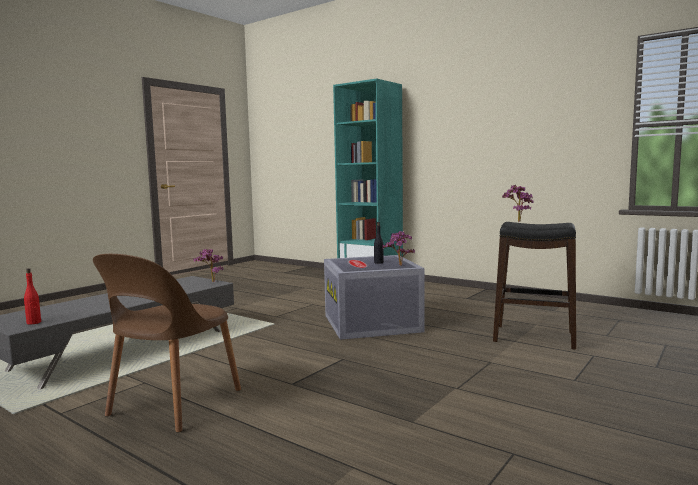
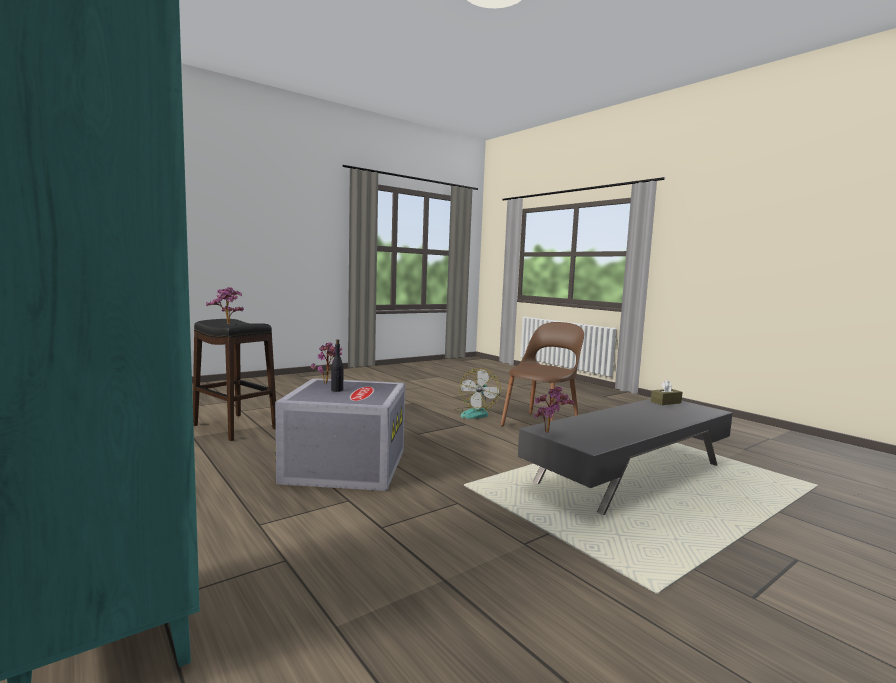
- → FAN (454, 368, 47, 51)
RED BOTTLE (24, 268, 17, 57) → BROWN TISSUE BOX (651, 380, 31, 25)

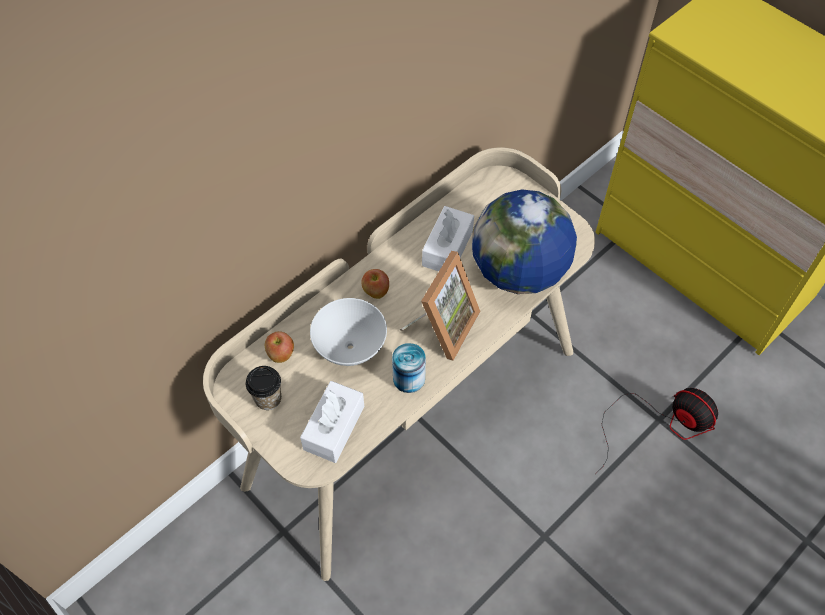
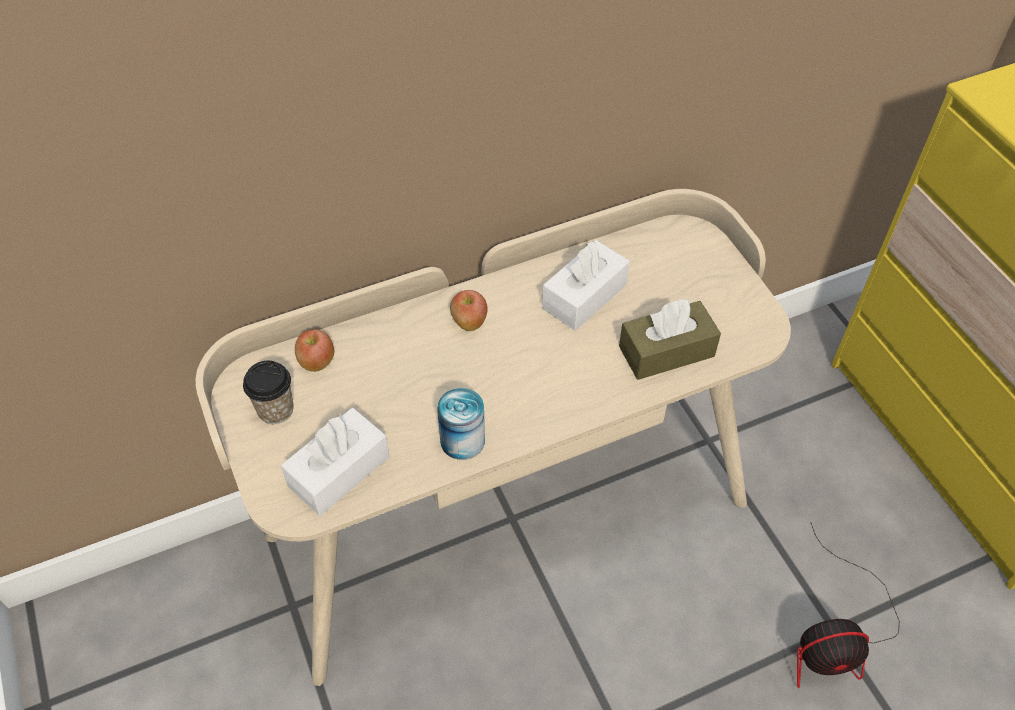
GLOBE (472, 189, 105, 105) → BROWN TISSUE BOX (619, 299, 102, 81)
FAN (595, 388, 123, 86) → FAN (797, 522, 103, 166), 105 degrees clockwise
WHITE BOWL (310, 298, 77, 68) → -
PICTURE FRAME (400, 251, 81, 110) → -

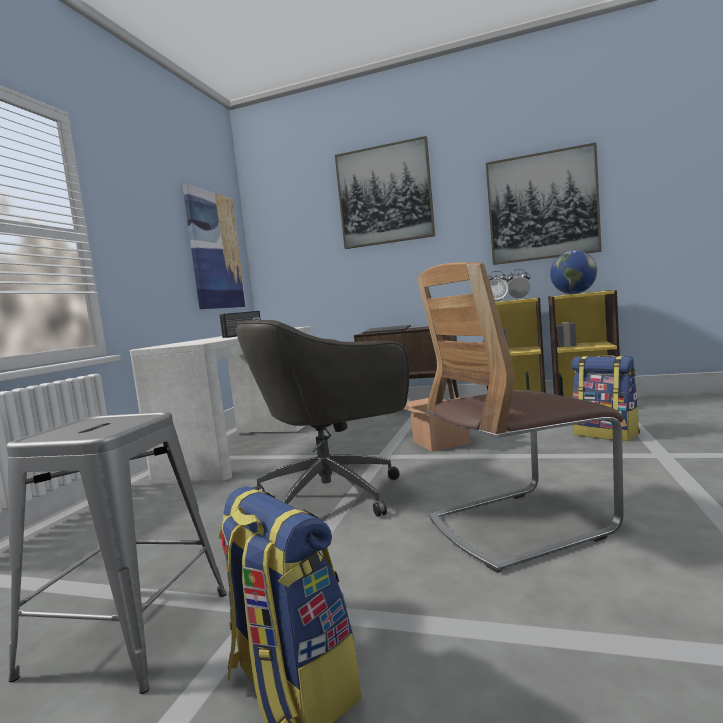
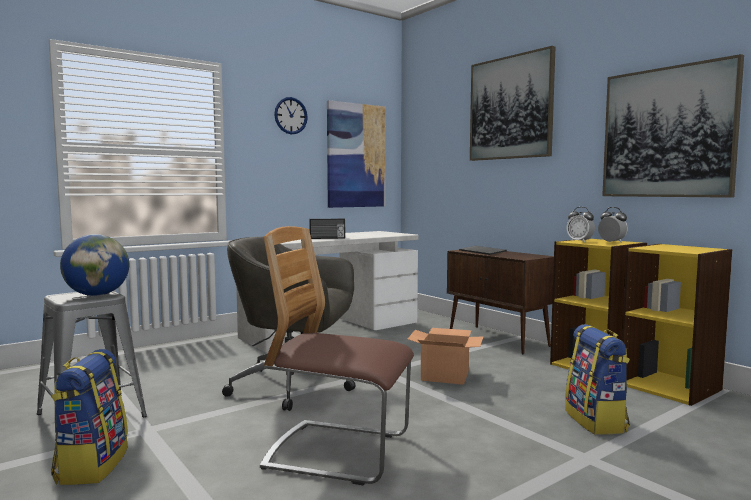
GLOBE (550, 250, 47, 44) → GLOBE (60, 234, 69, 62), moved
- → WALL CLOCK (274, 97, 34, 37)

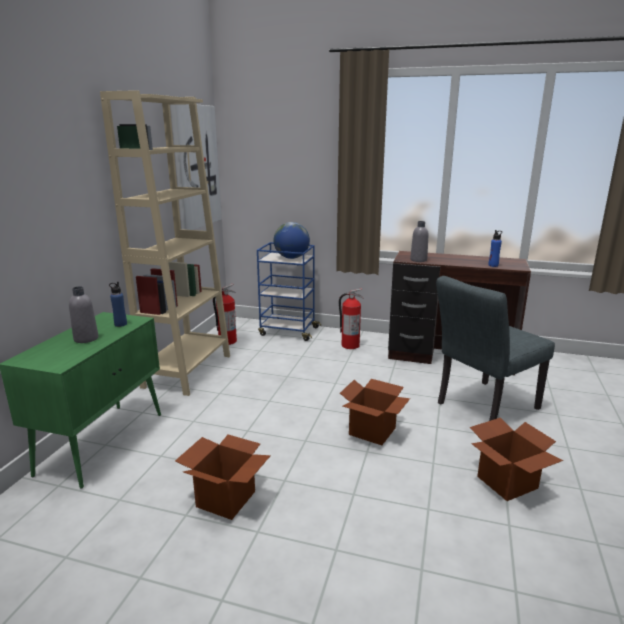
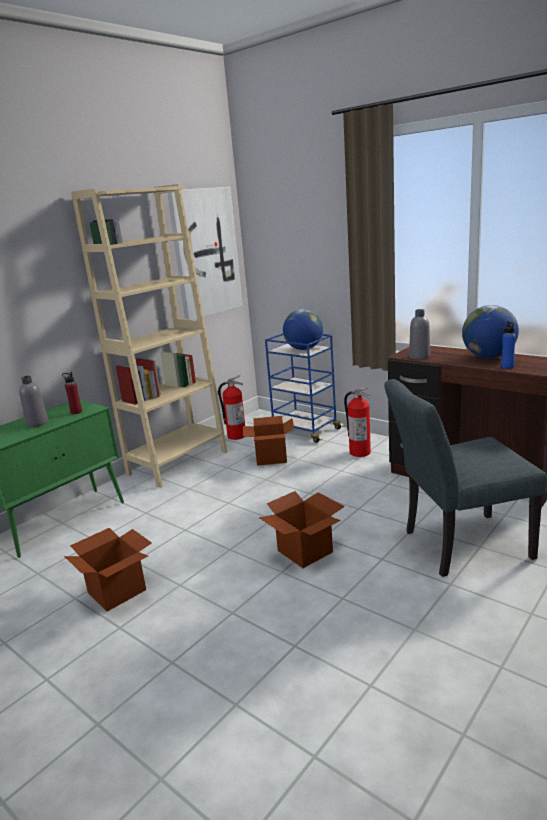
BLUE BOTTLE (109, 282, 18, 45) → RED BOTTLE (62, 372, 20, 42)
CARDBOARD BOX (470, 418, 93, 83) → CARDBOARD BOX (243, 416, 51, 50), moved
- → GLOBE (462, 305, 57, 53)

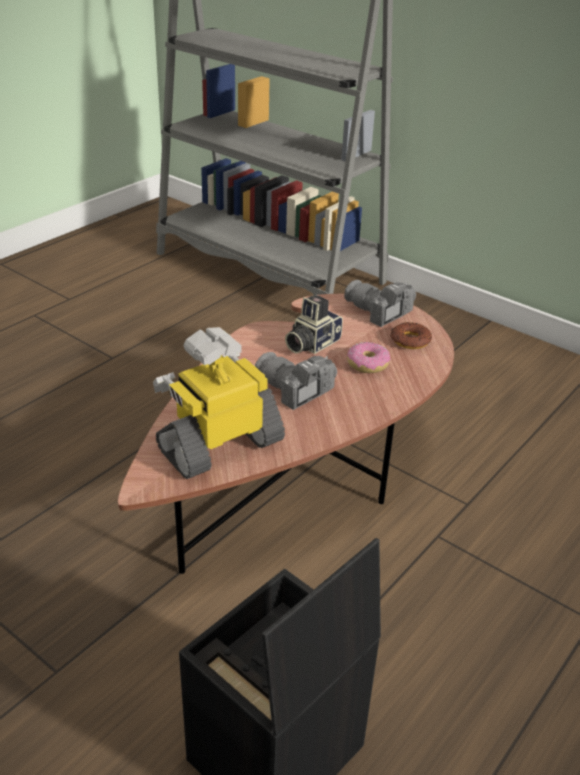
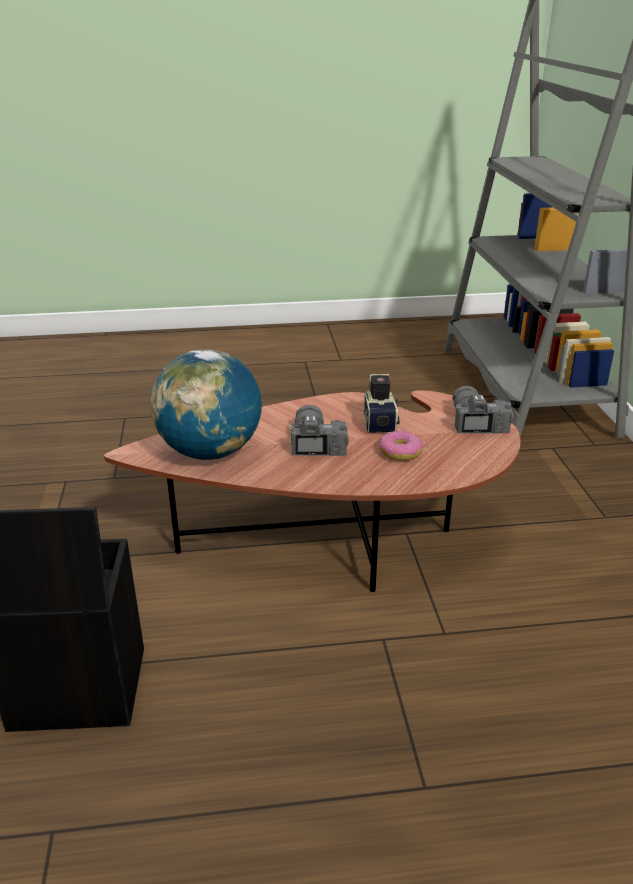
TOY ROBOT (153, 327, 132, 152) → GLOBE (151, 349, 111, 111)
PHOTO CAMERA (285, 295, 58, 59) → PHOTO CAMERA (364, 374, 36, 59), 90 degrees clockwise
DONUT (391, 322, 41, 27) → -

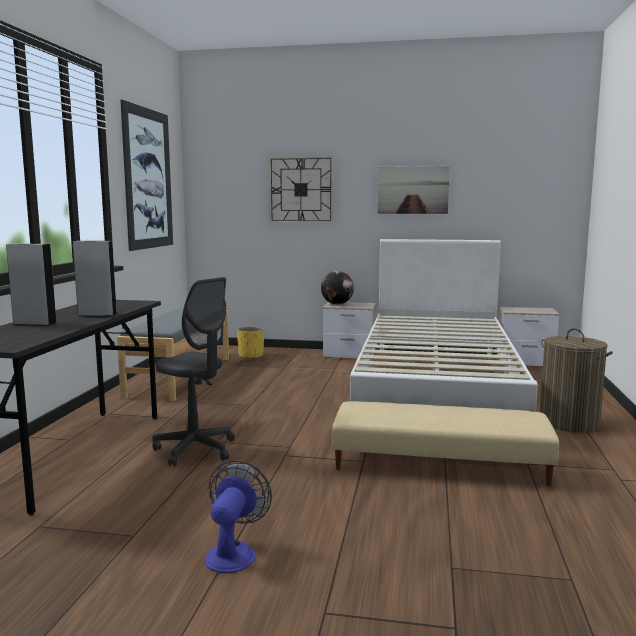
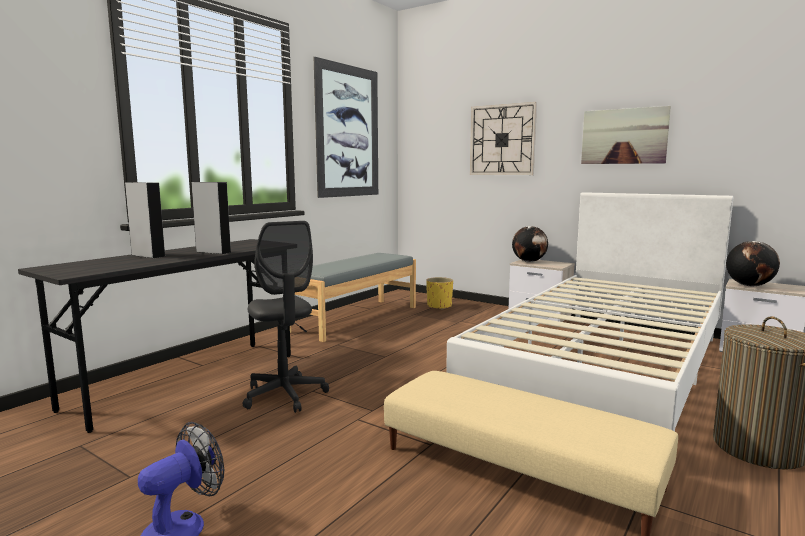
- → GLOBE (726, 241, 54, 45)

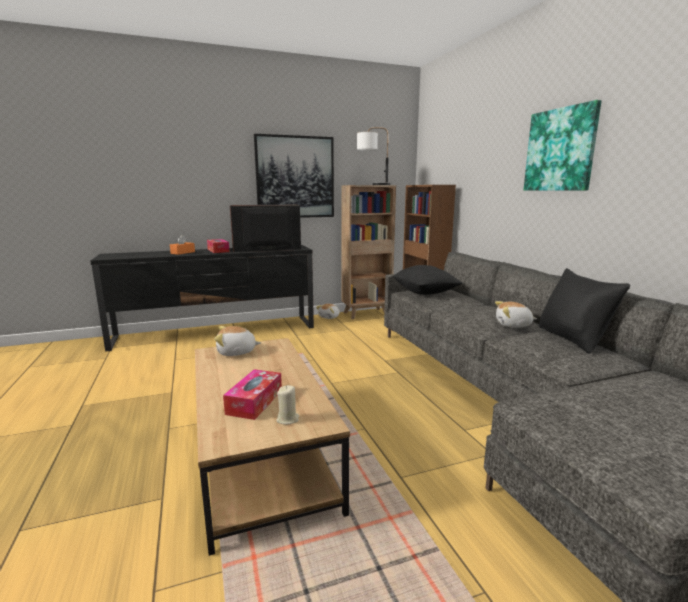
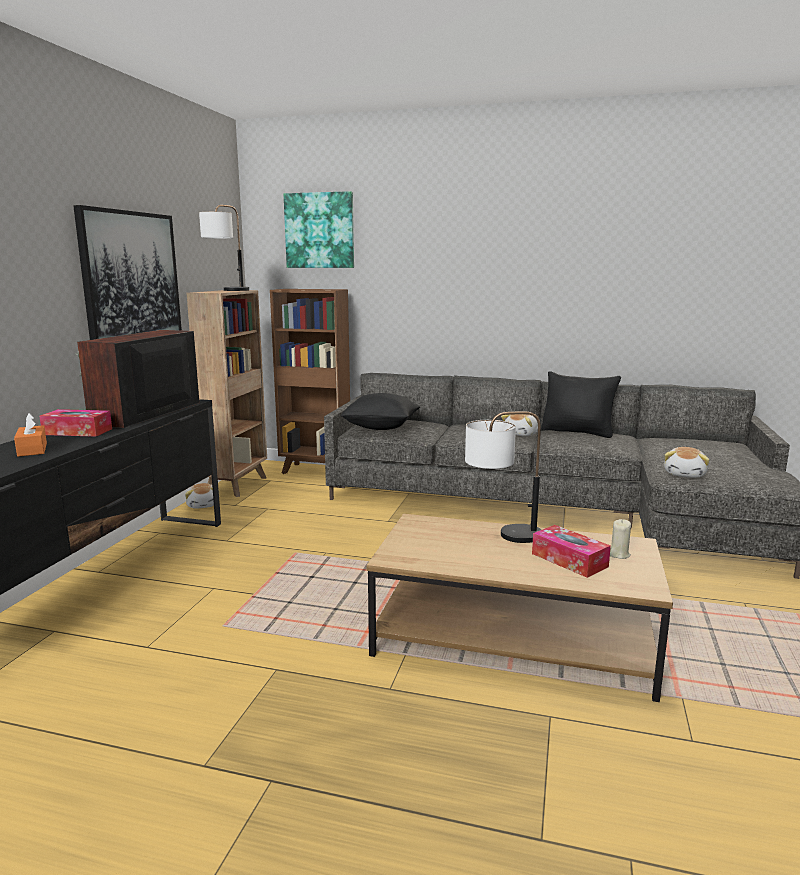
PICTURE (524, 100, 78, 91) → PICTURE (284, 191, 70, 77), moved
- → TABLE LAMP (465, 411, 76, 132)
PLUSH TOY (214, 326, 47, 30) → PLUSH TOY (664, 447, 45, 31), moved

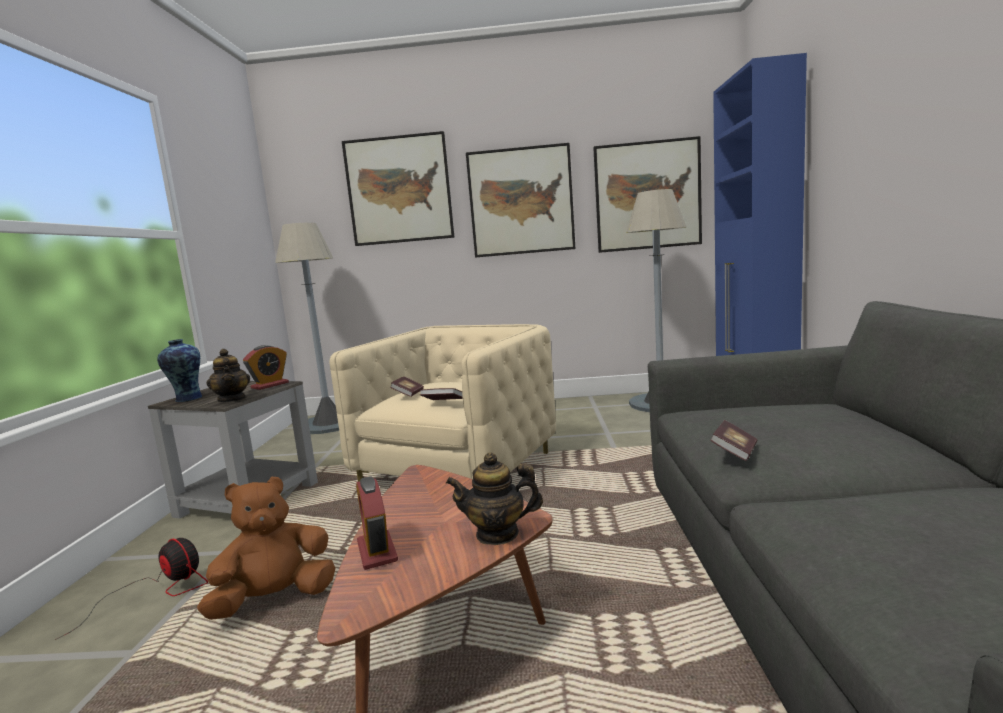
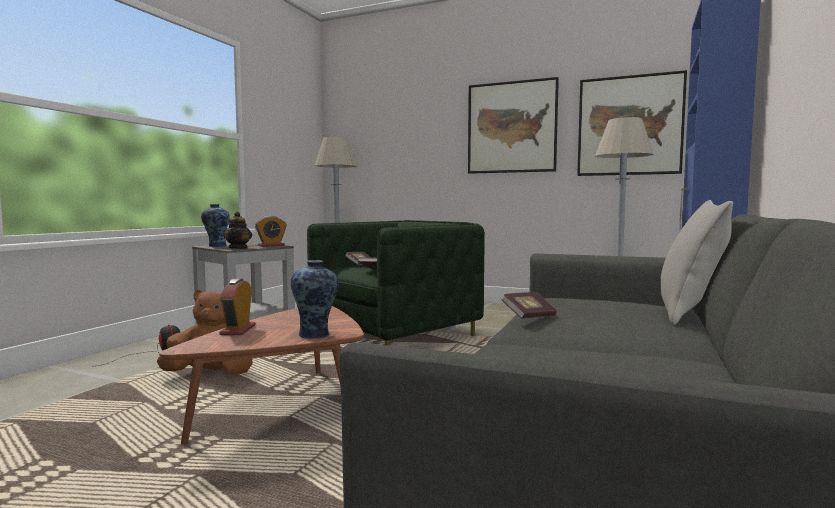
TEAPOT (446, 452, 97, 93) → VASE (291, 260, 48, 79)
BEIGE ARMCHAIR (329, 324, 227, 158) → GREEN ARMCHAIR (307, 220, 178, 126)
- → GREY PILLOW (660, 200, 73, 125)
PICTURE (342, 131, 112, 115) → -

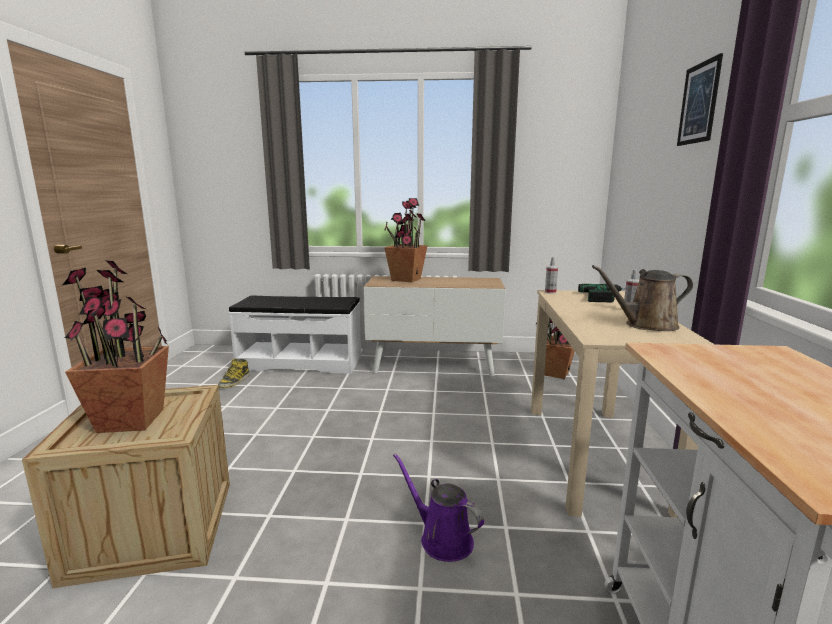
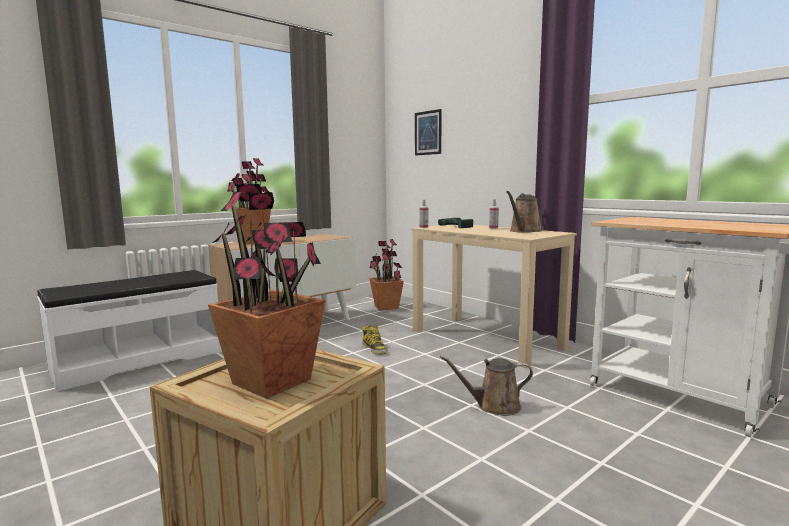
BOOT (218, 359, 32, 29) → BOOT (362, 325, 26, 30), moved
PICTURE (677, 53, 46, 93) → PICTURE (415, 109, 27, 47), moved
PURPLE WATERING CAN (393, 453, 91, 109) → BROWN WATERING CAN (440, 356, 93, 60)

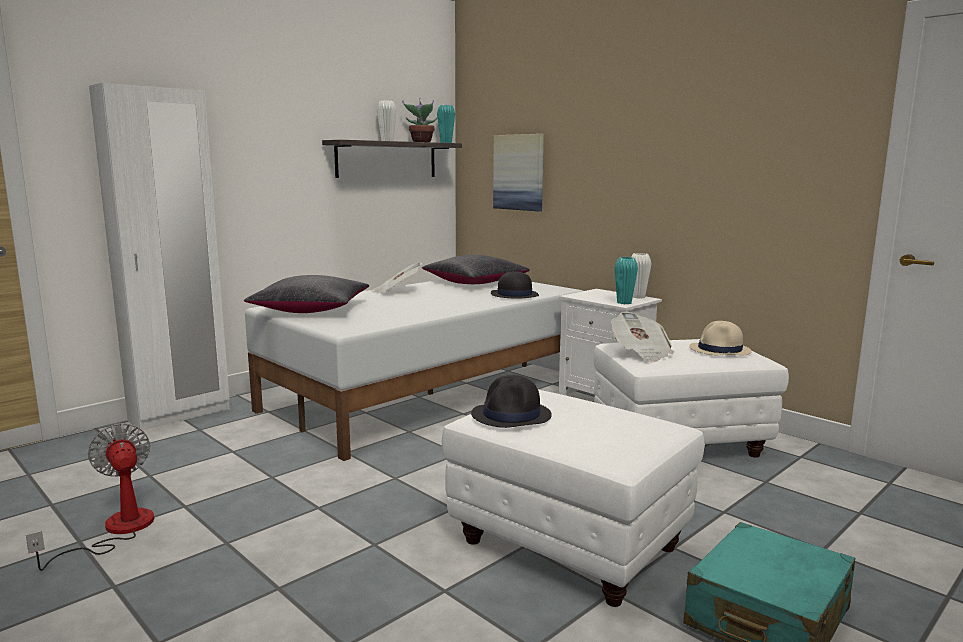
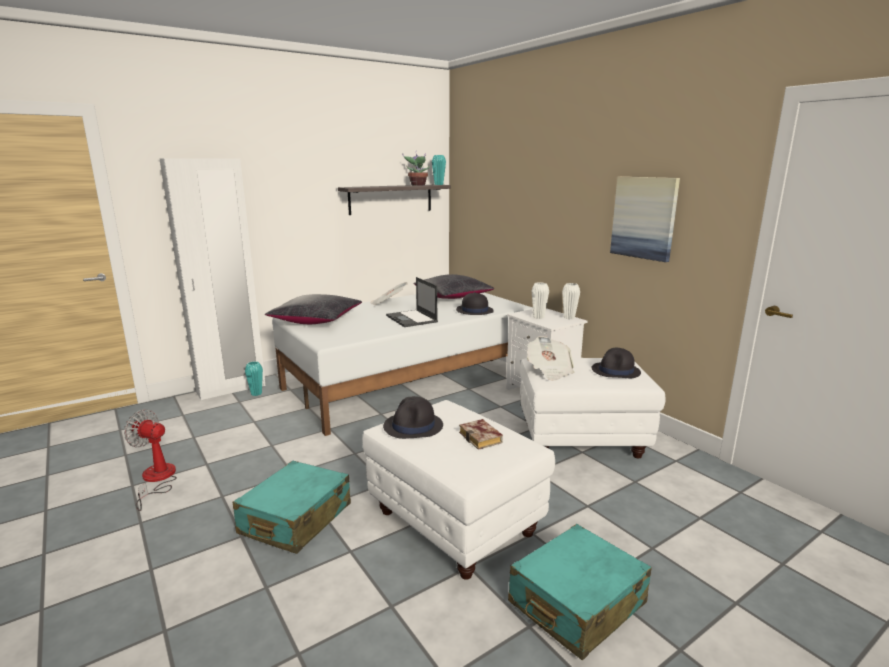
FAN (26, 423, 128, 148) → FAN (124, 409, 53, 102), 45 degrees counterclockwise
- → TURQUOISE SUITCASE (233, 461, 118, 93)
TURQUOISE VASE (614, 257, 24, 47) → TURQUOISE VASE (245, 361, 18, 35), moved
- → LAPTOP (386, 277, 52, 50)
- → BOOK (459, 419, 44, 31)
WHITE VASE (377, 100, 20, 41) → WHITE VASE (532, 282, 17, 37), moved
BEIGE HAT (689, 321, 63, 34) → BLACK HAT (592, 348, 49, 30)
PICTURE (493, 134, 51, 77) → PICTURE (610, 176, 70, 86), moved

